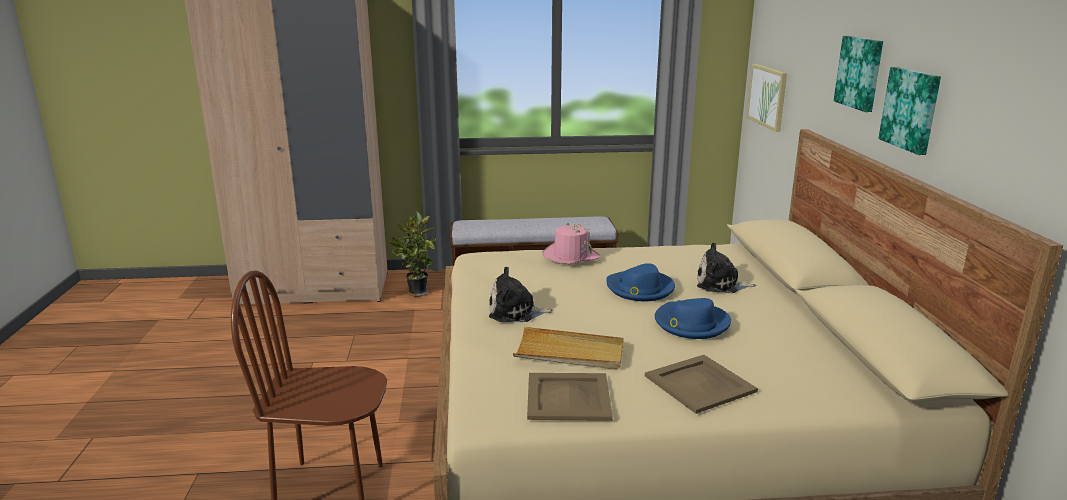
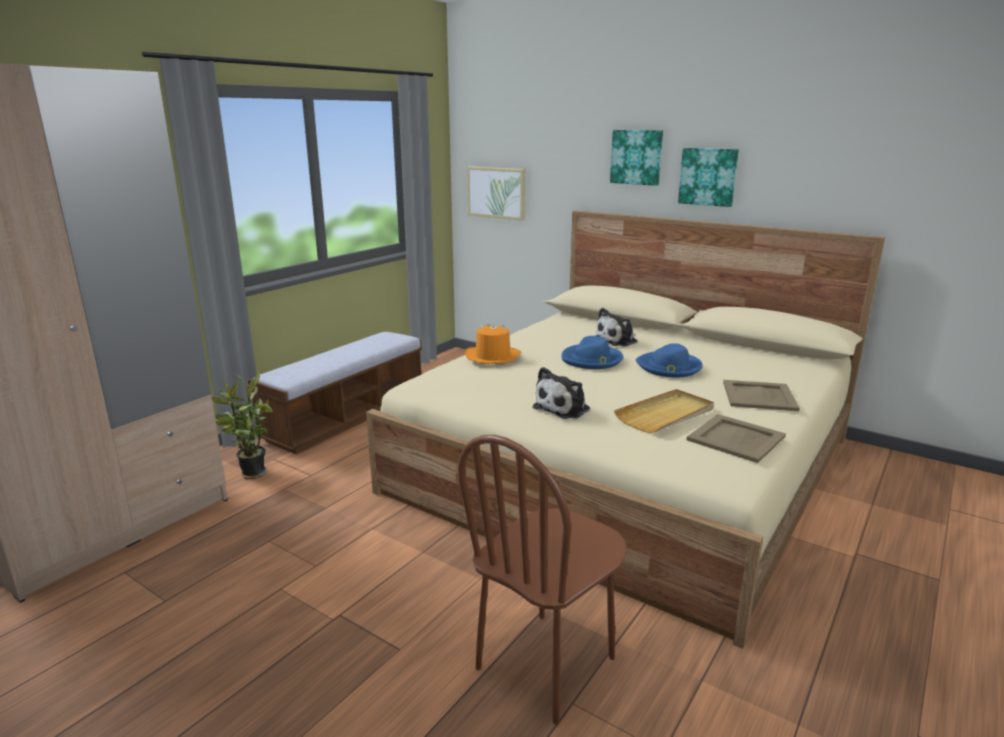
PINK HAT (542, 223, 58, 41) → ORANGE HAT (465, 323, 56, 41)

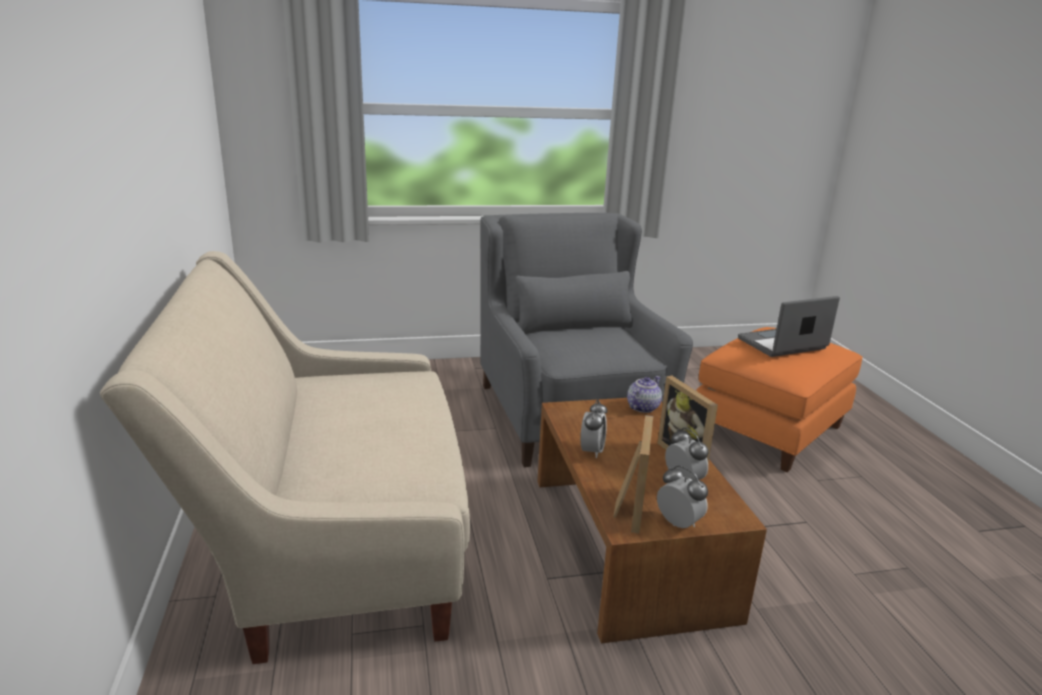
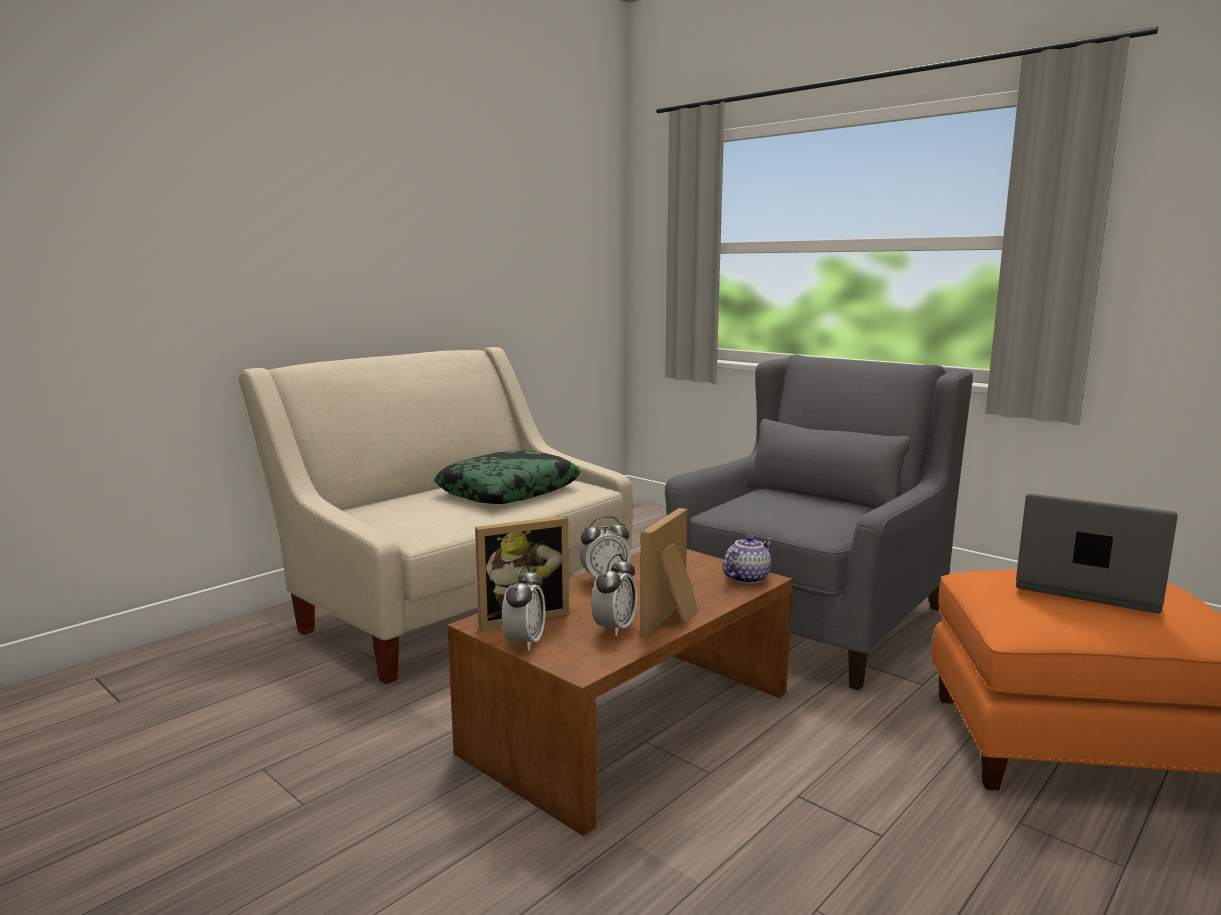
- → PILLOW (434, 450, 147, 54)
TEAPOT (627, 376, 35, 37) → TEAPOT (722, 535, 51, 49), 45 degrees counterclockwise

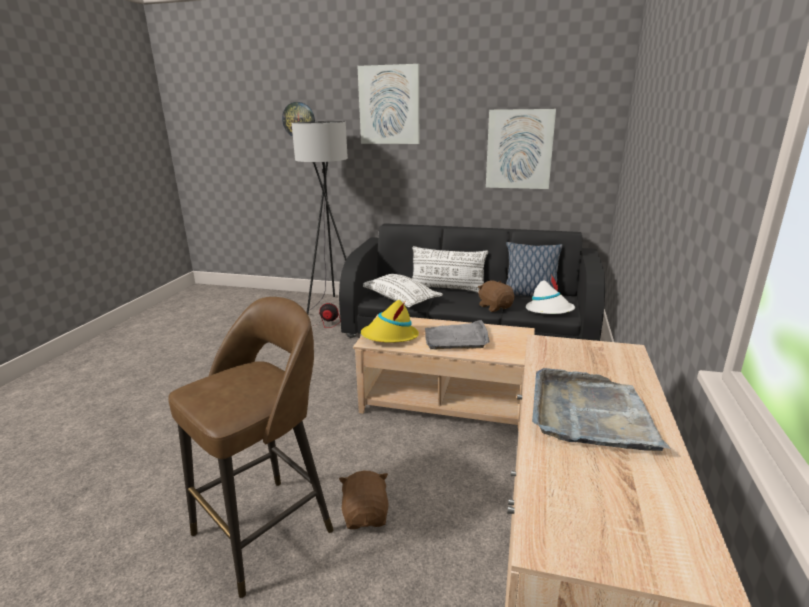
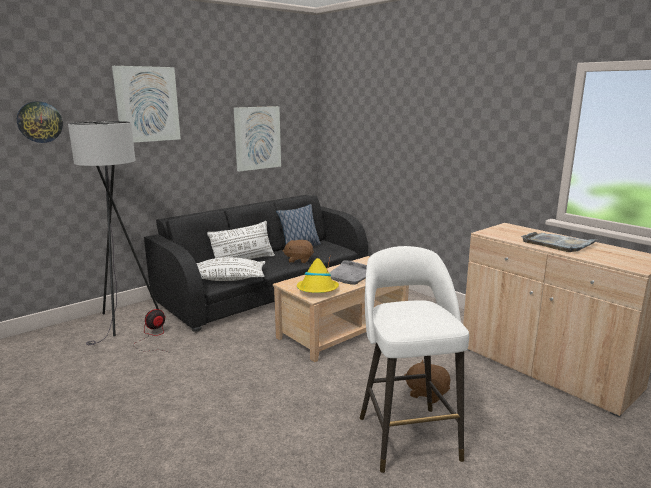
BROWN STOOL (168, 297, 166, 301) → WHITE STOOL (360, 246, 109, 227)
WHITE HAT (526, 274, 49, 40) → -

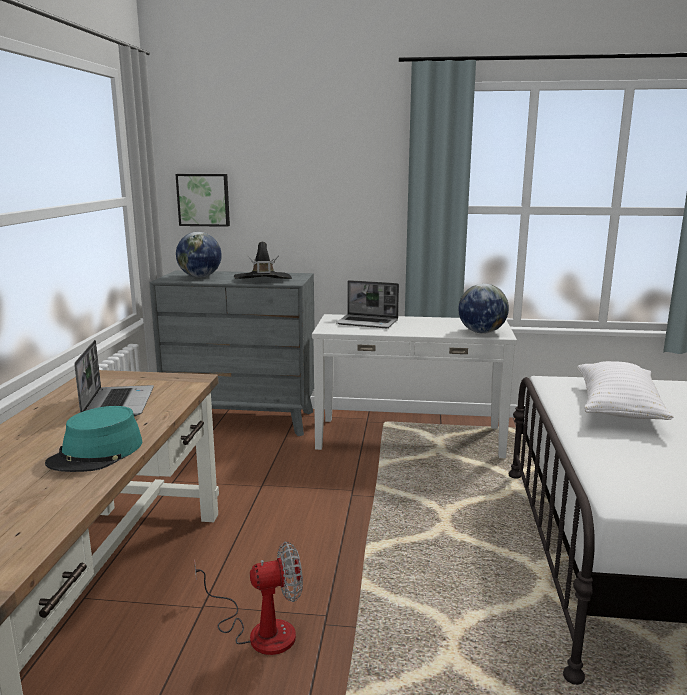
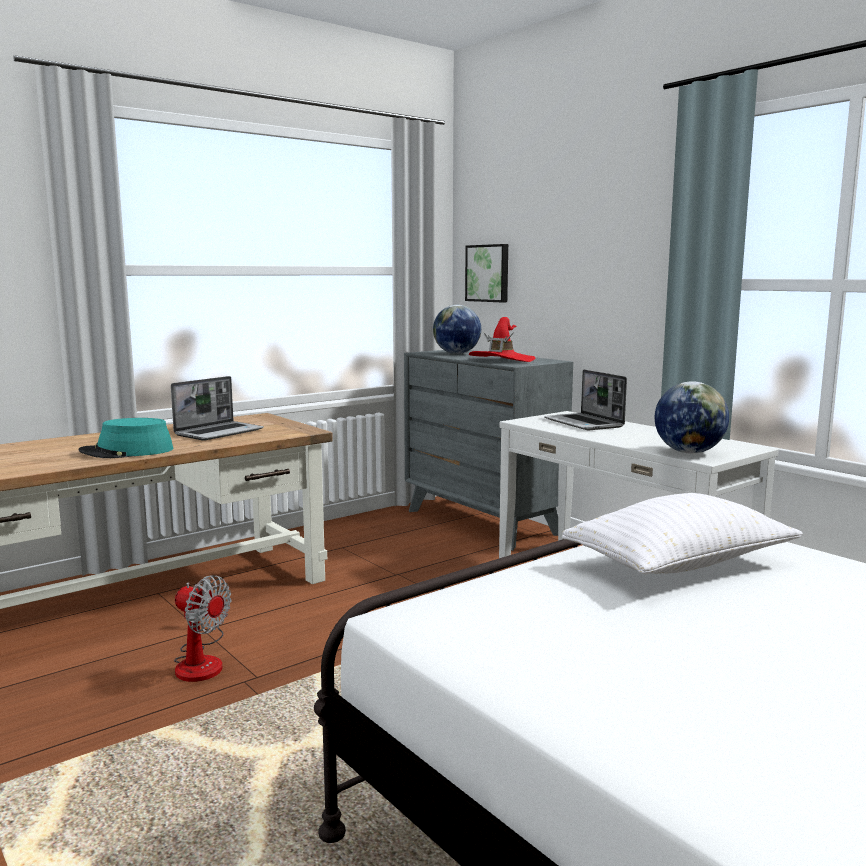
BLACK HAT (234, 242, 58, 37) → RED HAT (469, 317, 67, 45)

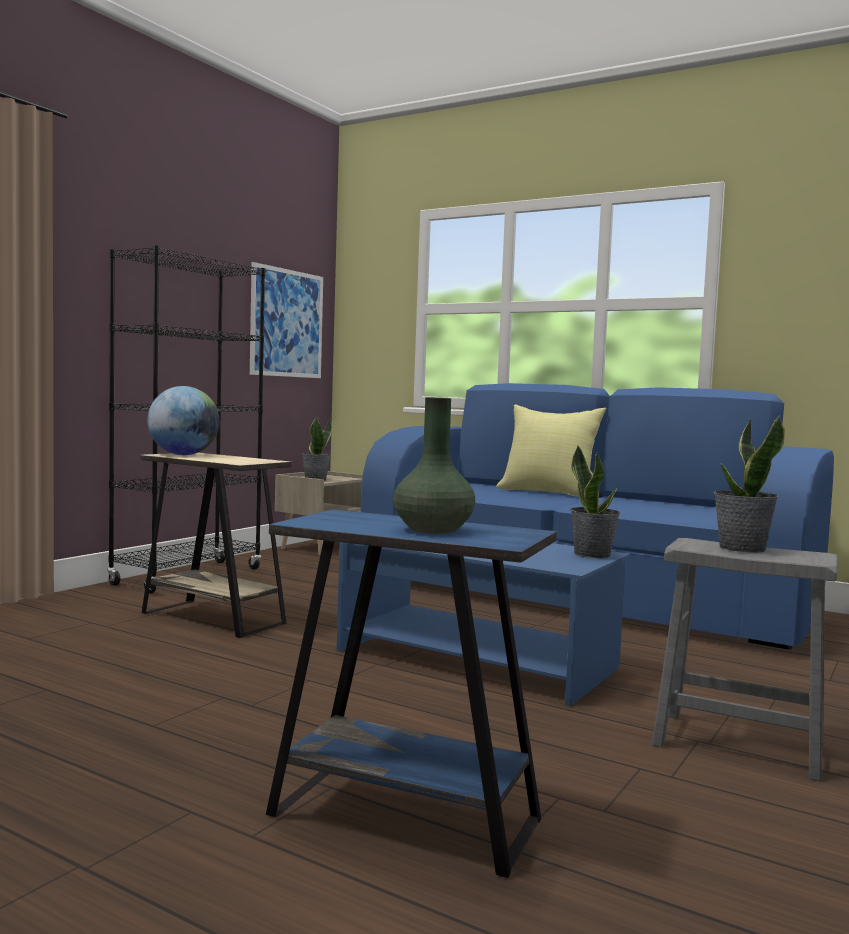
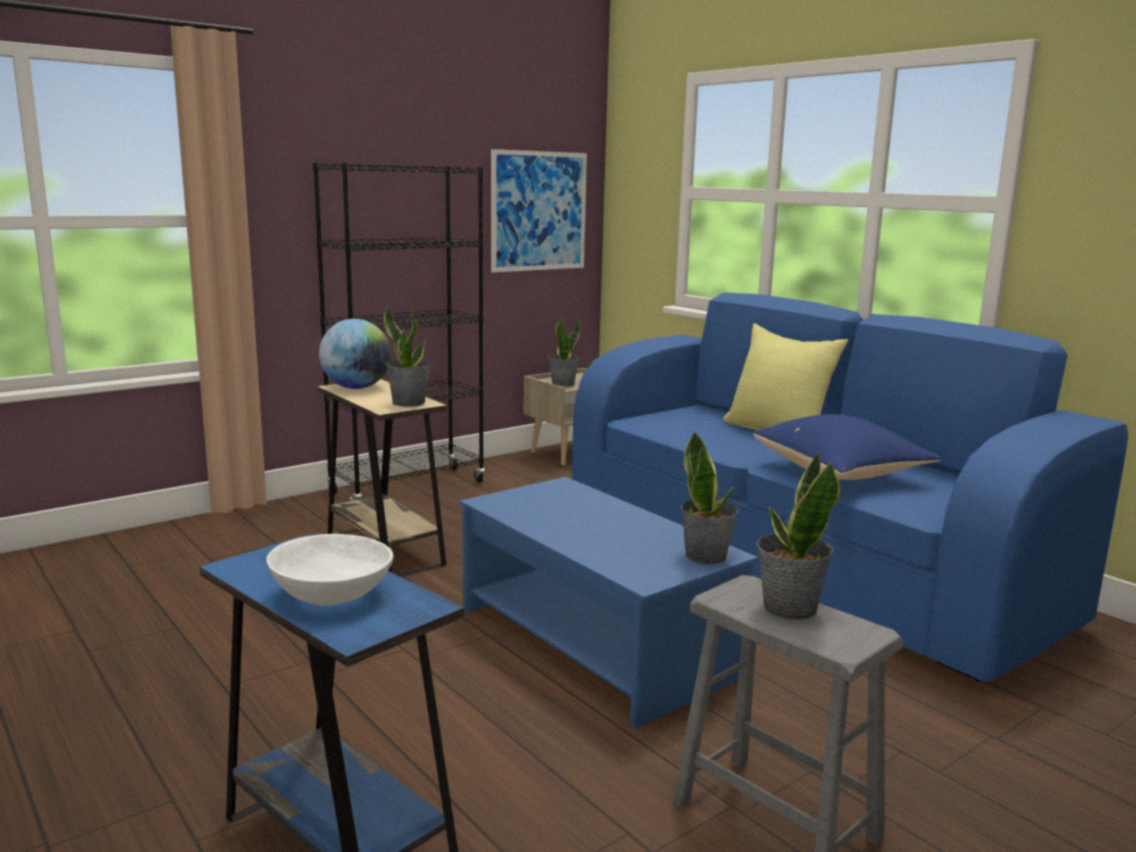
GREEN VASE (393, 397, 82, 137) → WHITE BOWL (266, 534, 127, 71)
- → POTTED PLANT (384, 306, 47, 101)
- → BLUE PILLOW (753, 414, 189, 66)

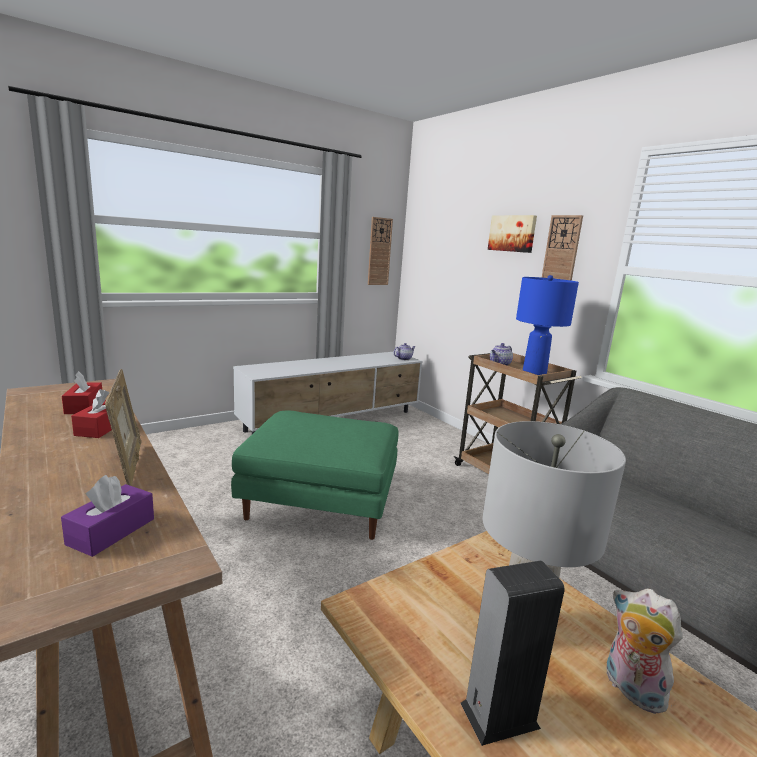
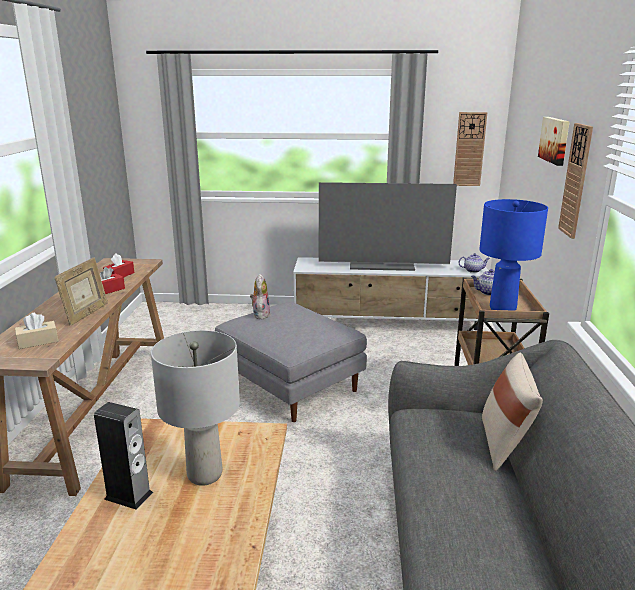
PURPLE TISSUE BOX (61, 475, 93, 82) → BEIGE TISSUE BOX (15, 313, 43, 36)
GREEN OTTOMAN (231, 411, 167, 129) → GREY OTTOMAN (215, 302, 152, 120)
PLUSH TOY (606, 589, 77, 125) → PLUSH TOY (250, 274, 20, 45), moved
- → TELEVISION (319, 182, 138, 89)
- → BEIGE PILLOW (482, 353, 61, 118)

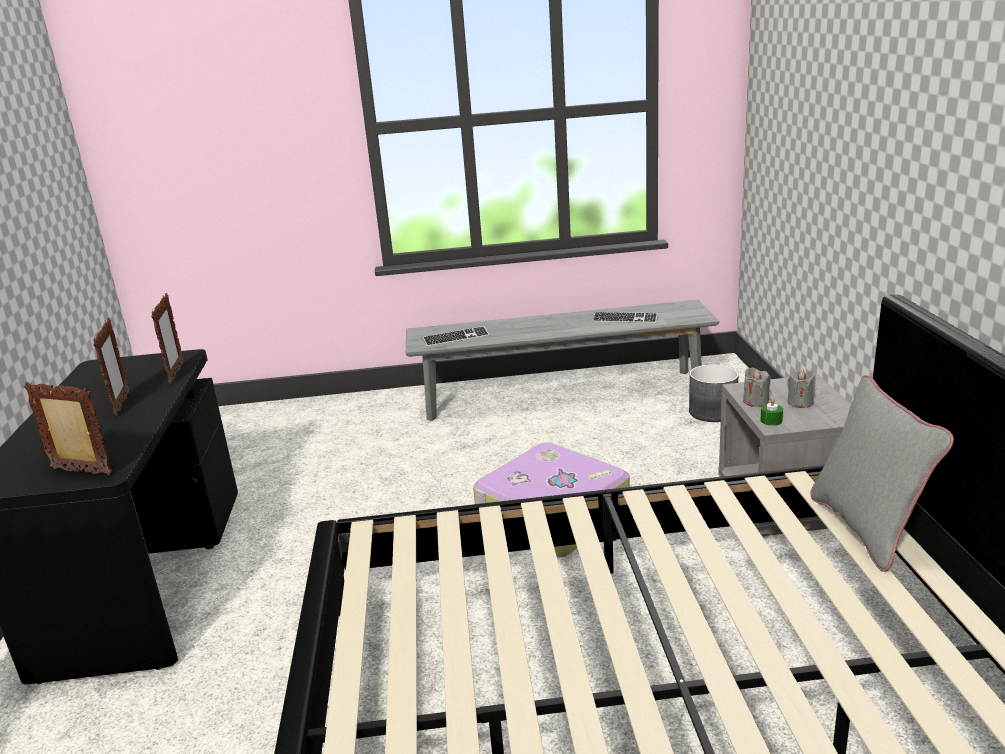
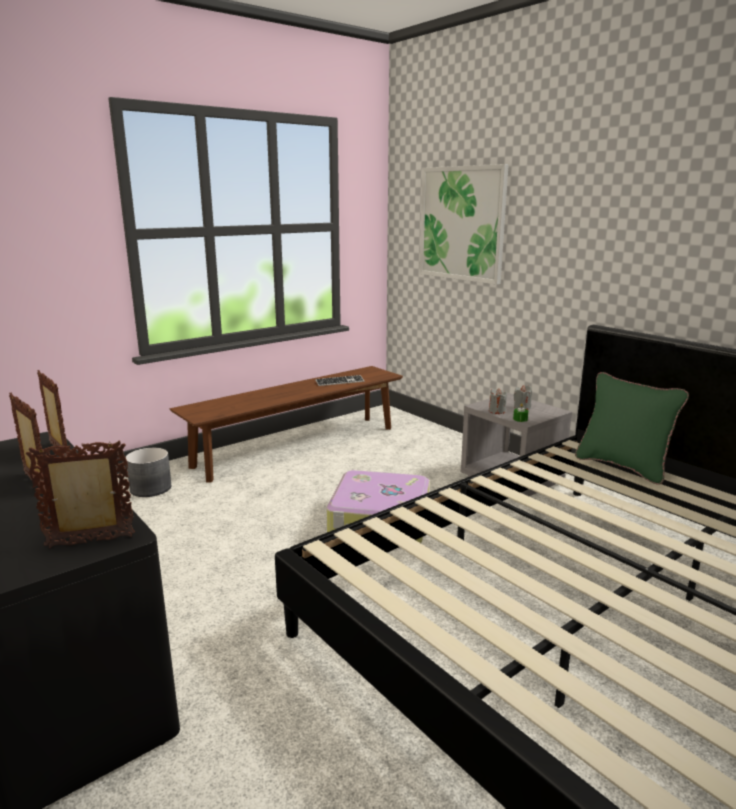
GREY PLANTER (689, 364, 50, 58) → GREY PLANTER (125, 448, 46, 49), moved
GREY BENCH (406, 300, 314, 121) → BROWN BENCH (170, 366, 233, 116)
- → PICTURE (419, 164, 90, 121)
GREY PILLOW (810, 375, 144, 197) → GREEN PILLOW (575, 372, 114, 112)
KEYBOARD (423, 326, 67, 21) → -

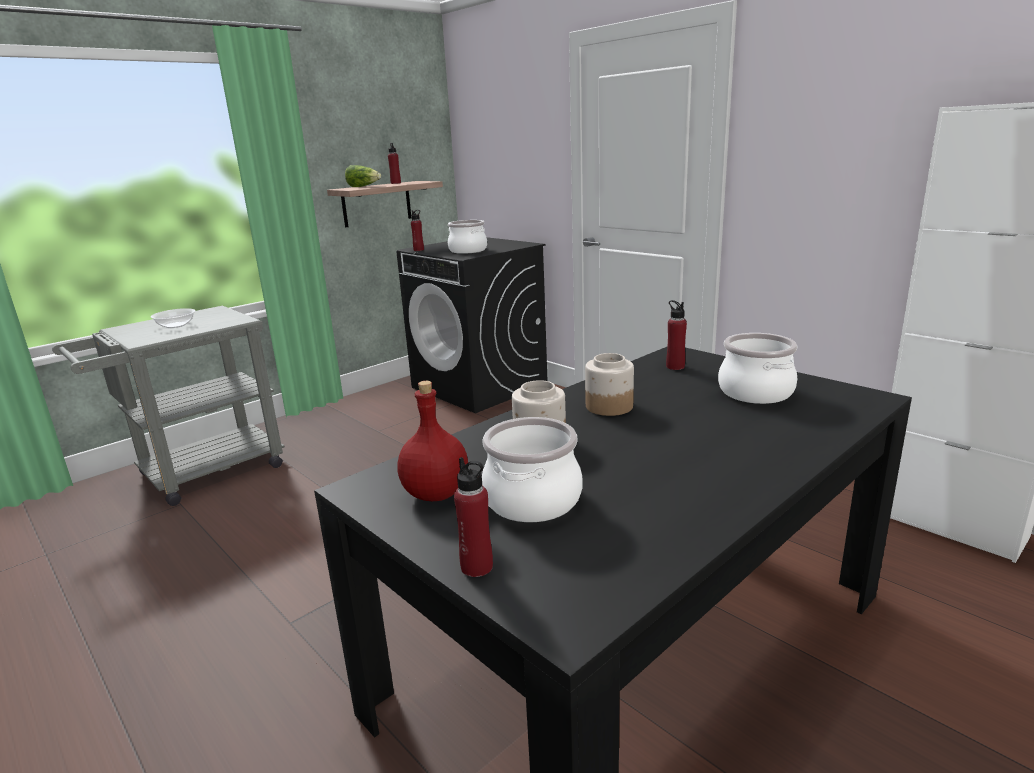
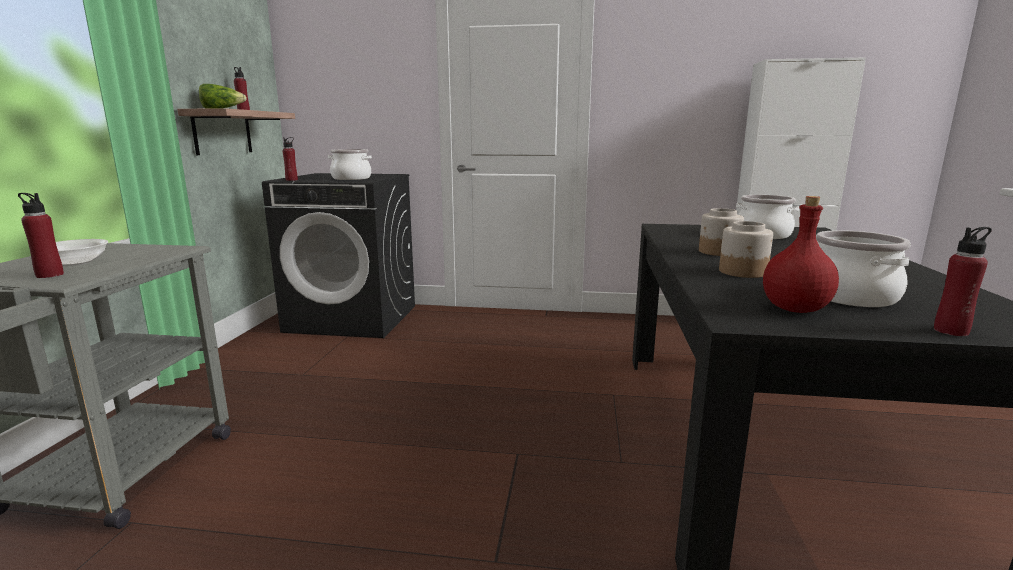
RED BOTTLE (666, 300, 21, 70) → RED BOTTLE (18, 193, 46, 85), moved

